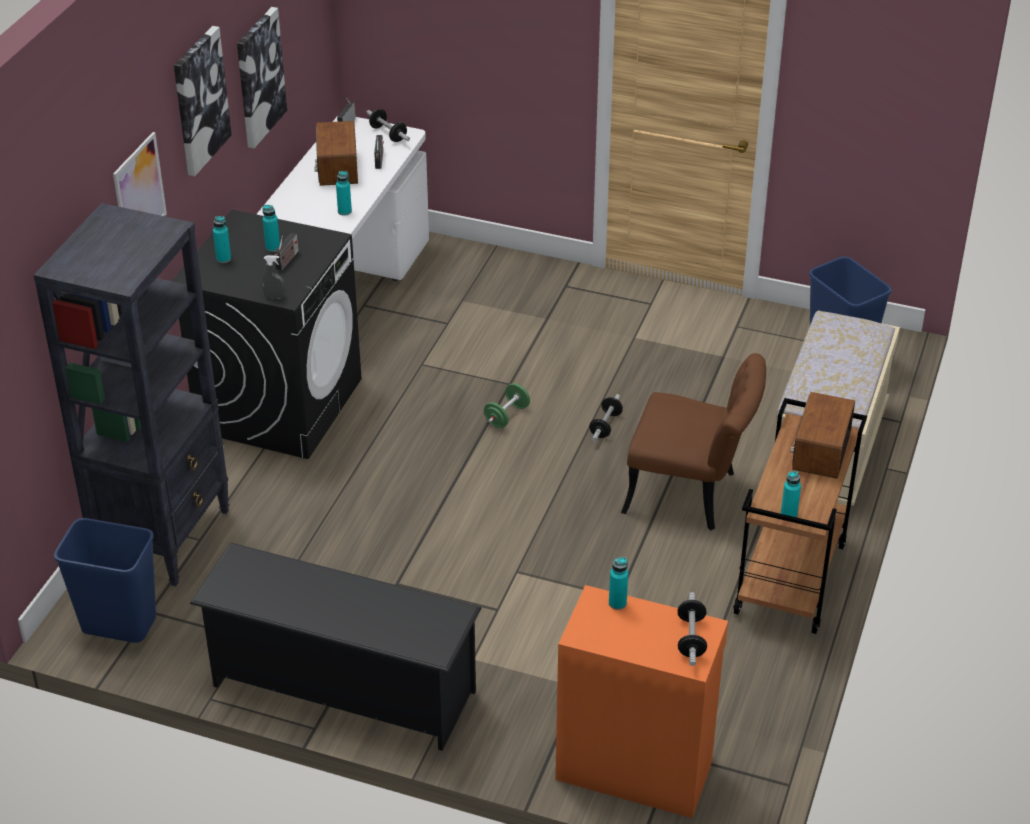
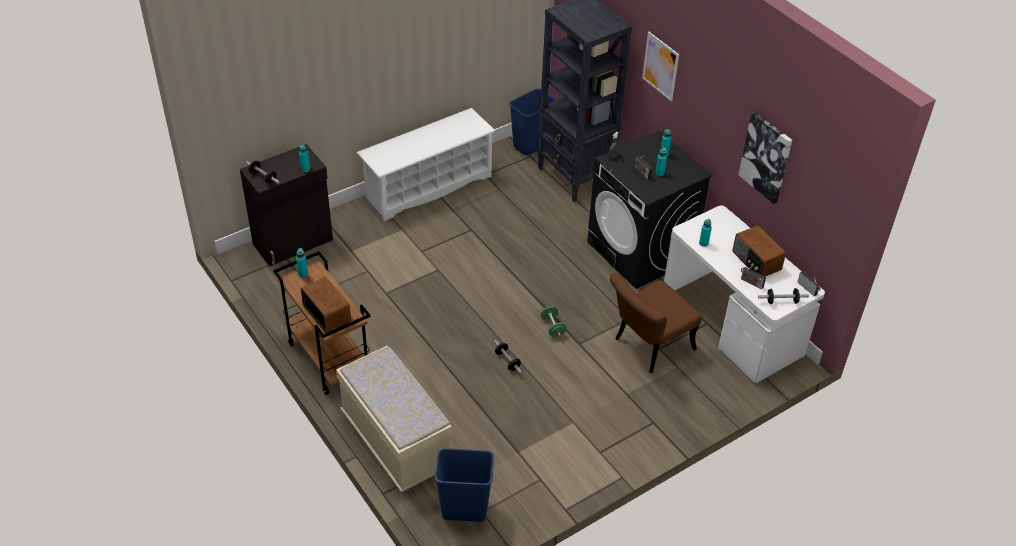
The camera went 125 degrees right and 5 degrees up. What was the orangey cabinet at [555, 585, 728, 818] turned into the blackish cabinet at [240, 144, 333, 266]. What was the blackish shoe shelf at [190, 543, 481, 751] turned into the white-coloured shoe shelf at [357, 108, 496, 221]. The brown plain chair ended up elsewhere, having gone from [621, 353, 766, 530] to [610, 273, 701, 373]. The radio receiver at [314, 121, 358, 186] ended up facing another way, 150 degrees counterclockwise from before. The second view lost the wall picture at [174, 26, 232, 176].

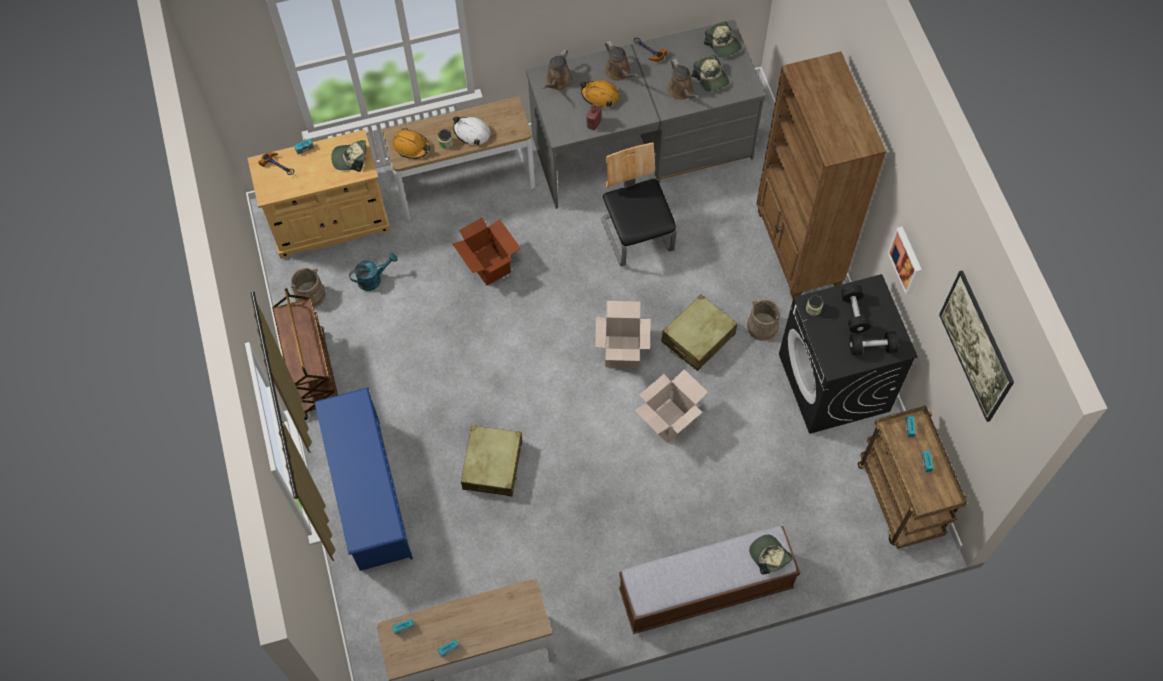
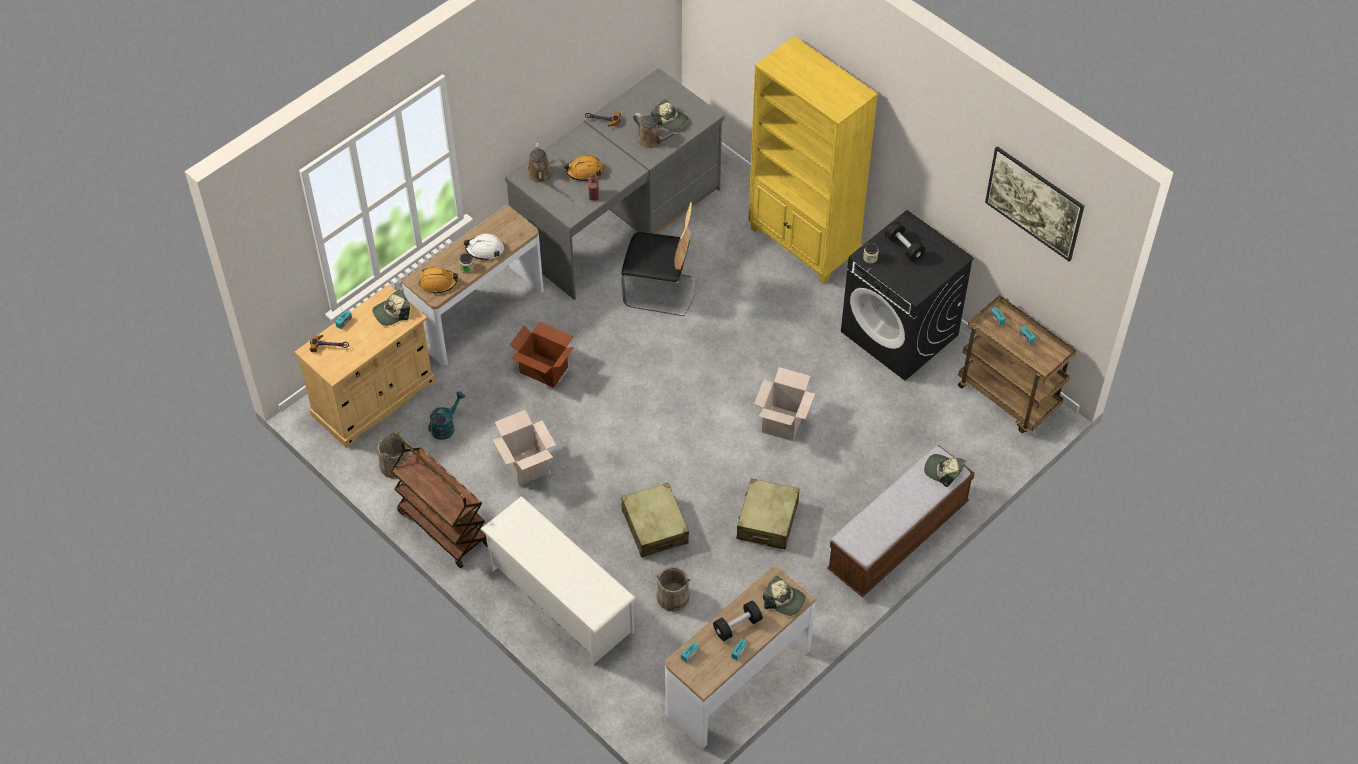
The camera went 30 degrees left and 10 degrees down. What was the blue shoe shelf at [314, 388, 413, 571] turned into the white-coloured shoe shelf at [481, 496, 635, 665]. The packing box ended up elsewhere, having gone from [595, 301, 651, 368] to [492, 410, 556, 486]. The plain chair at [601, 142, 676, 267] ended up facing another way, 150 degrees clockwise from before. The beige-coloured water bucket ended up elsewhere, having gone from [747, 300, 780, 341] to [656, 567, 690, 612]. The blackish dumbbell ended up elsewhere, having gone from [849, 331, 898, 355] to [713, 601, 763, 641]. The beige-coloured piece of luggage ended up elsewhere, having gone from [661, 295, 738, 371] to [737, 479, 799, 550]. What was the brown bookcase at [756, 51, 886, 299] turned into the yellow bookcase at [748, 36, 878, 284]. The cap ended up elsewhere, having gone from [704, 21, 742, 58] to [763, 576, 806, 616]. The second view lost the brown sprinkling can at [604, 41, 639, 81]. The second view lost the wall picture at [888, 227, 922, 295].

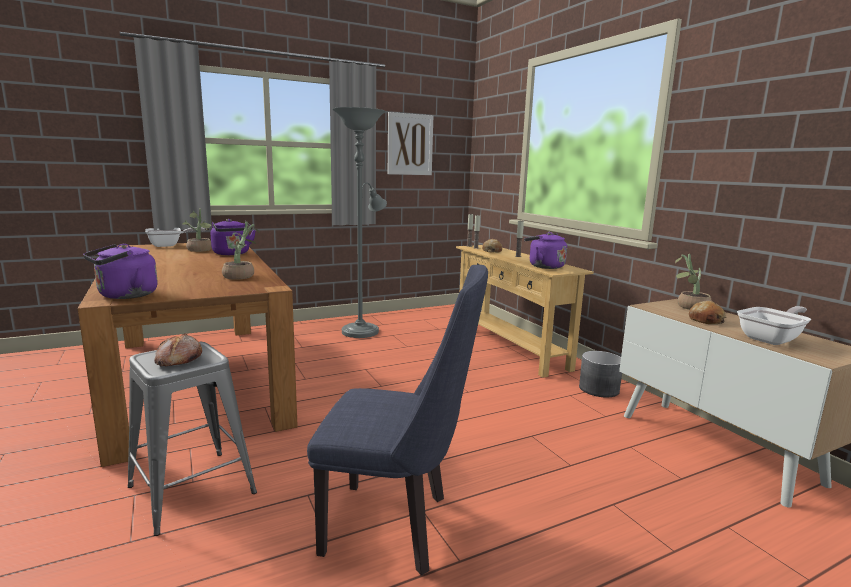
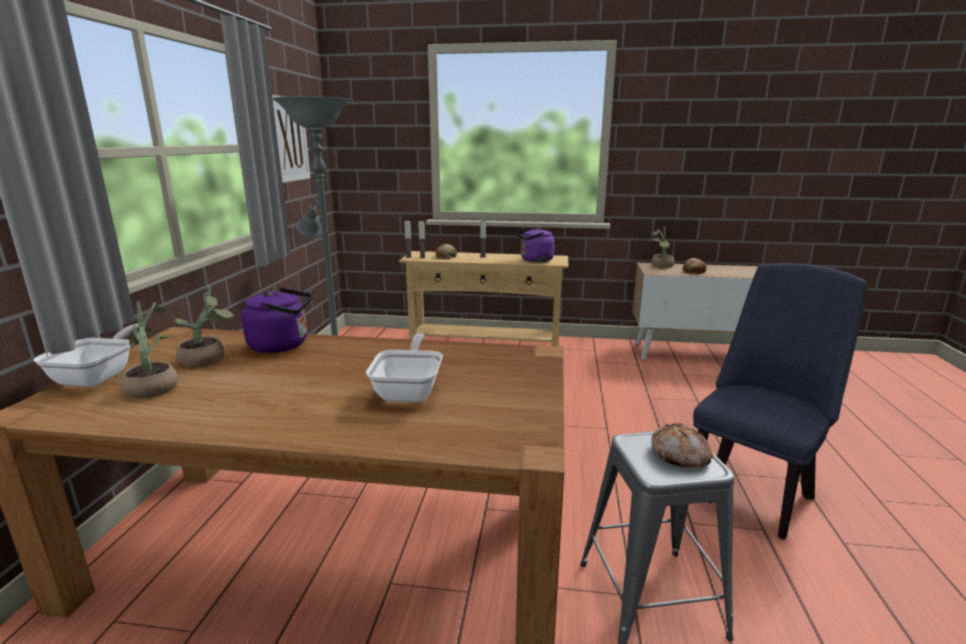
The camera went 55 degrees left and 5 degrees up. The houseplant ended up elsewhere, having gone from [222, 222, 260, 280] to [121, 301, 178, 399]. The frying pan ended up elsewhere, having gone from [737, 306, 811, 345] to [366, 334, 443, 402]. The second view lost the purple kettle at [83, 244, 158, 299]. The second view lost the greyish planter at [579, 351, 622, 397].

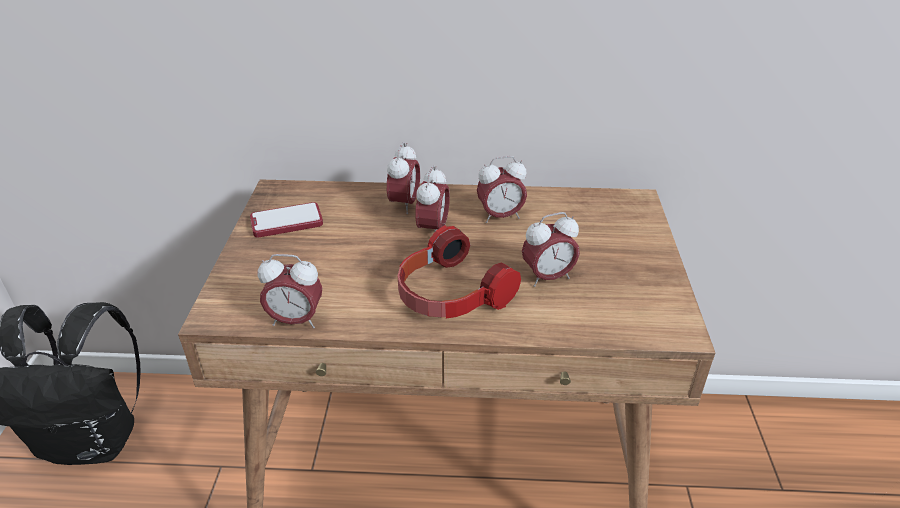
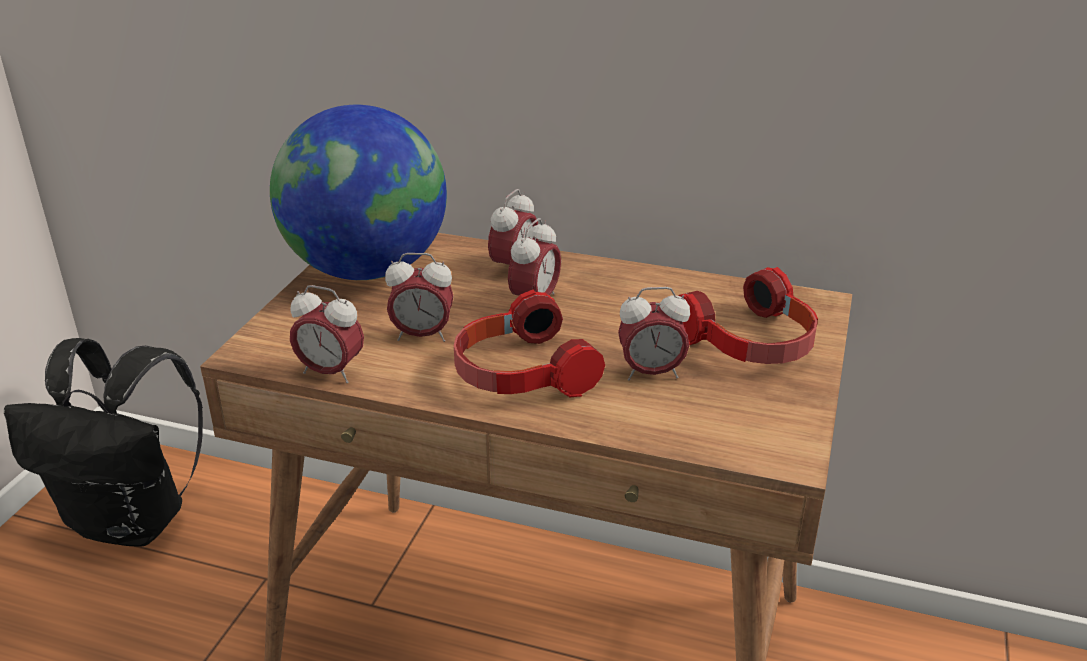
The camera went 15 degrees right and 5 degrees down. Where the phone stood at [250, 202, 323, 238], the world globe came to stand at [270, 105, 447, 280]. The table clock ended up elsewhere, having gone from [477, 156, 527, 223] to [385, 253, 453, 342]. The second view gained the pair of headphones at [678, 267, 818, 364].

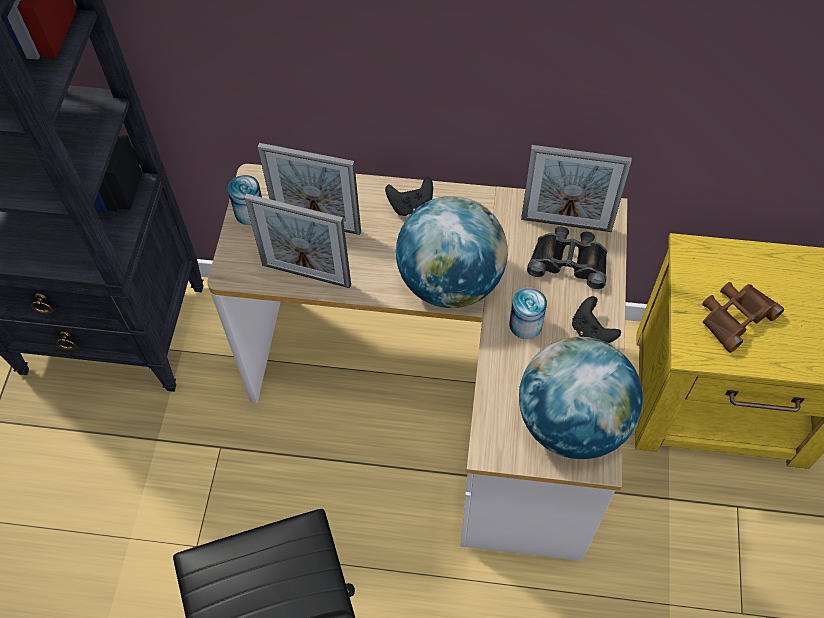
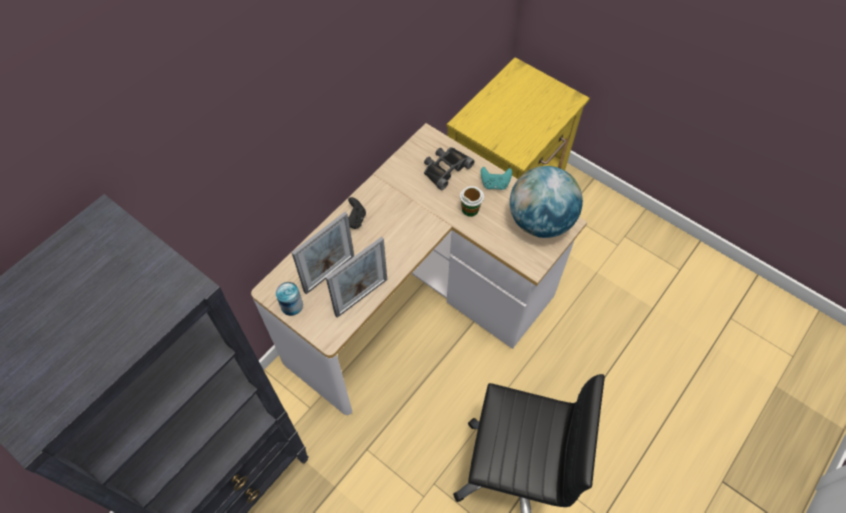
The camera went 60 degrees left and 0 degrees up. Where the metal can stood at [509, 288, 547, 339], the cup came to stand at [460, 186, 484, 217]. What was the blackish joypad at [572, 296, 621, 343] turned into the turquoise joypad at [481, 167, 512, 190]. The second view lost the world globe at [396, 196, 508, 308]. The second view lost the photo frame at [521, 145, 632, 232]. The second view lost the brown pair of binoculars at [702, 282, 784, 353].

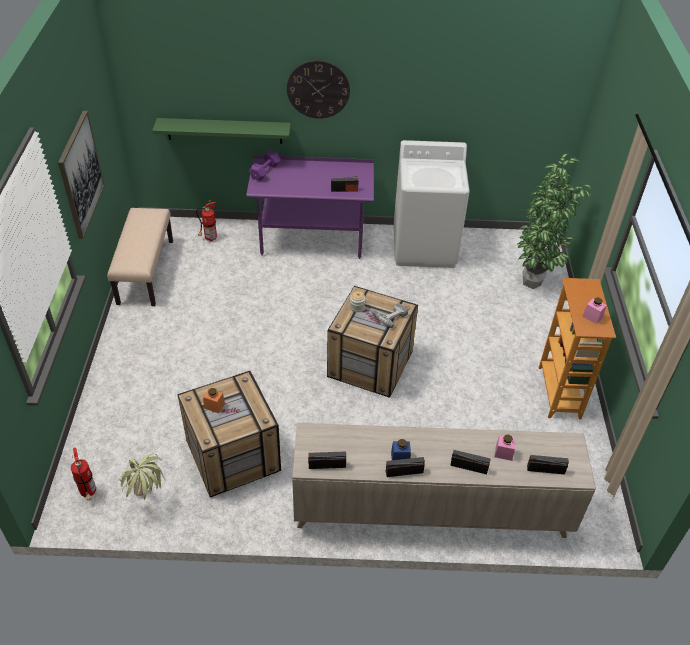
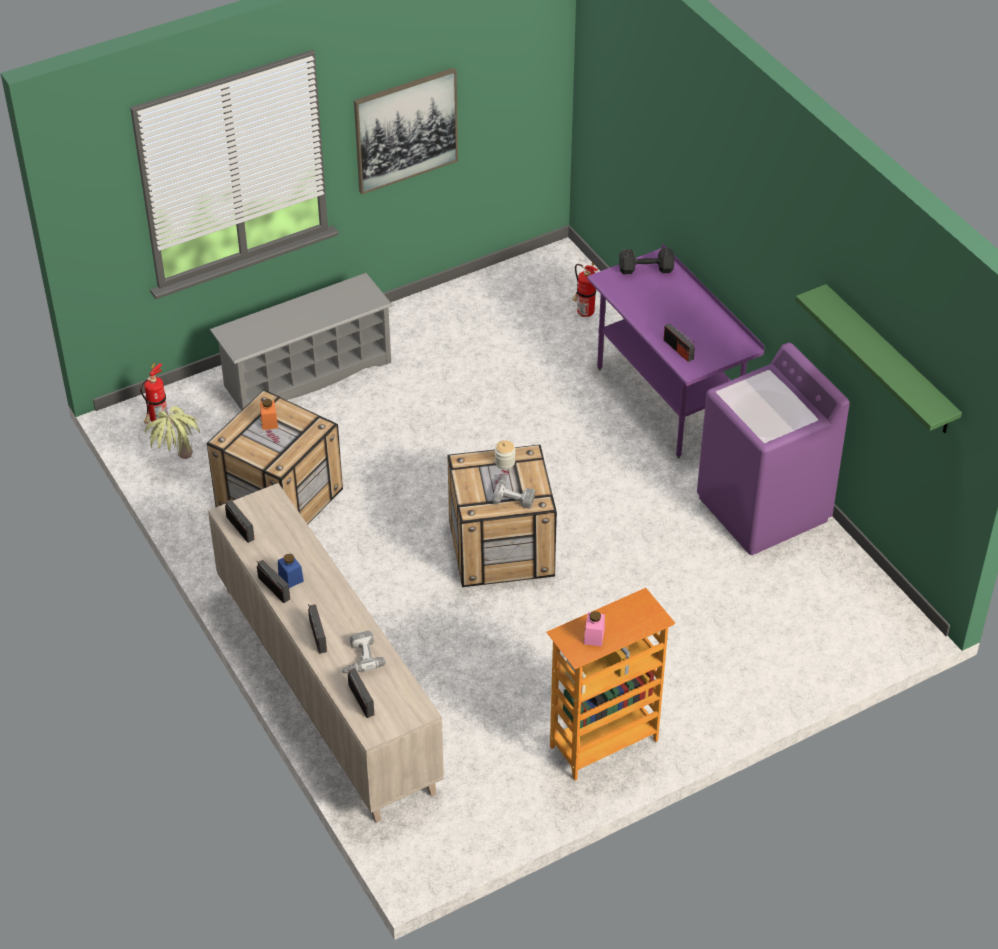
The camera went 60 degrees right and 0 degrees up. The second view gained the greyish shoe shelf at [210, 273, 393, 410]. Where the pink-coloured jar stood at [494, 435, 516, 461], the electric drill came to stand at [341, 631, 386, 673]. What was the purple dumbbell at [249, 150, 281, 181] turned into the blackish dumbbell at [619, 248, 674, 275]. What was the white-coloured laundry appliance at [394, 140, 470, 268] turned into the purple laundry appliance at [697, 343, 850, 555]. The greenish shelf ended up elsewhere, having gone from [152, 118, 291, 144] to [795, 284, 962, 433]. The second view lost the beige-coloured long seat at [107, 208, 173, 306]. The second view lost the hanging clock at [287, 60, 350, 119]. The second view lost the houseplant at [518, 154, 591, 289].

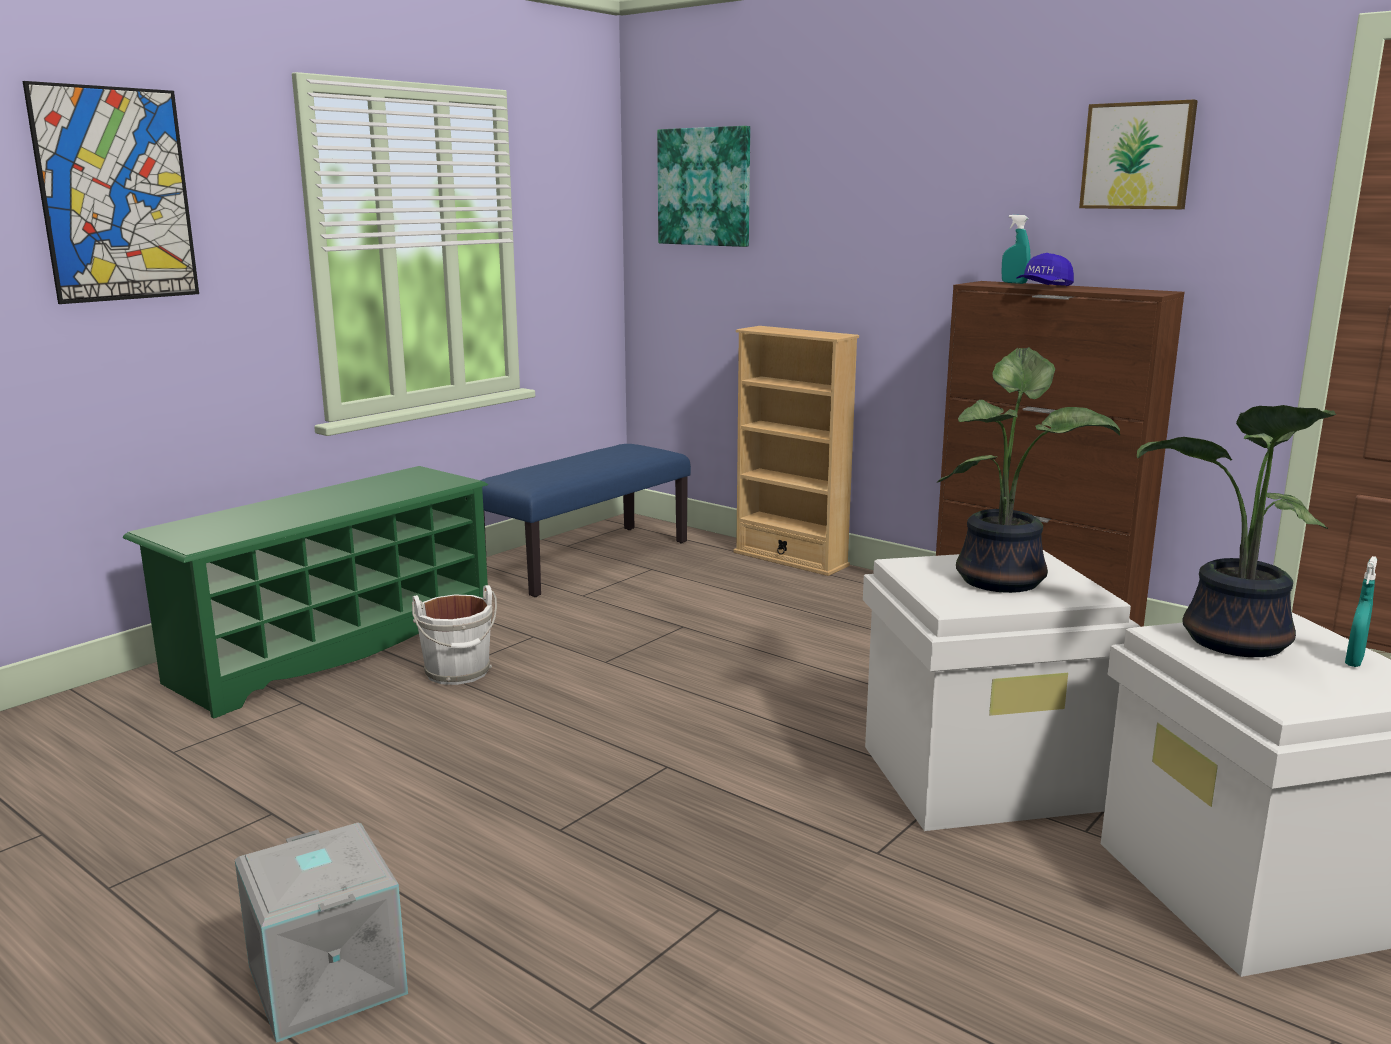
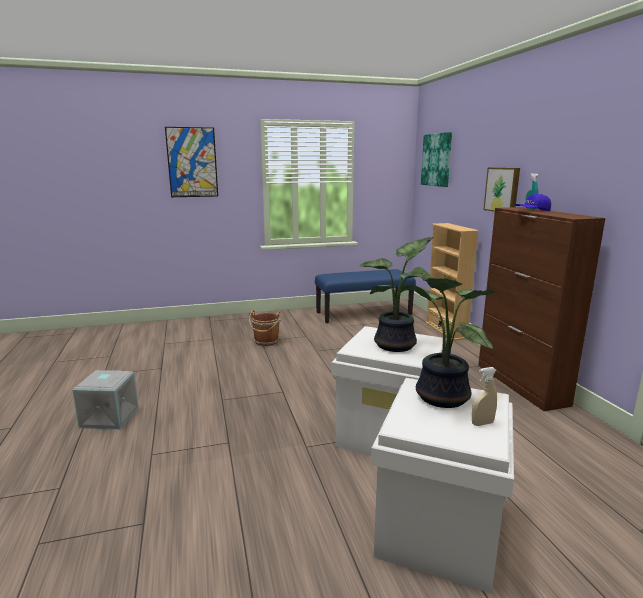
The camera went 35 degrees right and 0 degrees up. What was the white-coloured water bucket at [412, 585, 497, 685] turned into the brown water bucket at [249, 310, 281, 346]. What was the turquoise hand sprayer at [1345, 556, 1377, 667] turned into the beige-coloured hand sprayer at [472, 367, 497, 426]. The wall picture ended up elsewhere, having gone from [1079, 99, 1198, 209] to [483, 168, 520, 212]. The second view lost the greenish shoe shelf at [123, 466, 488, 719].

